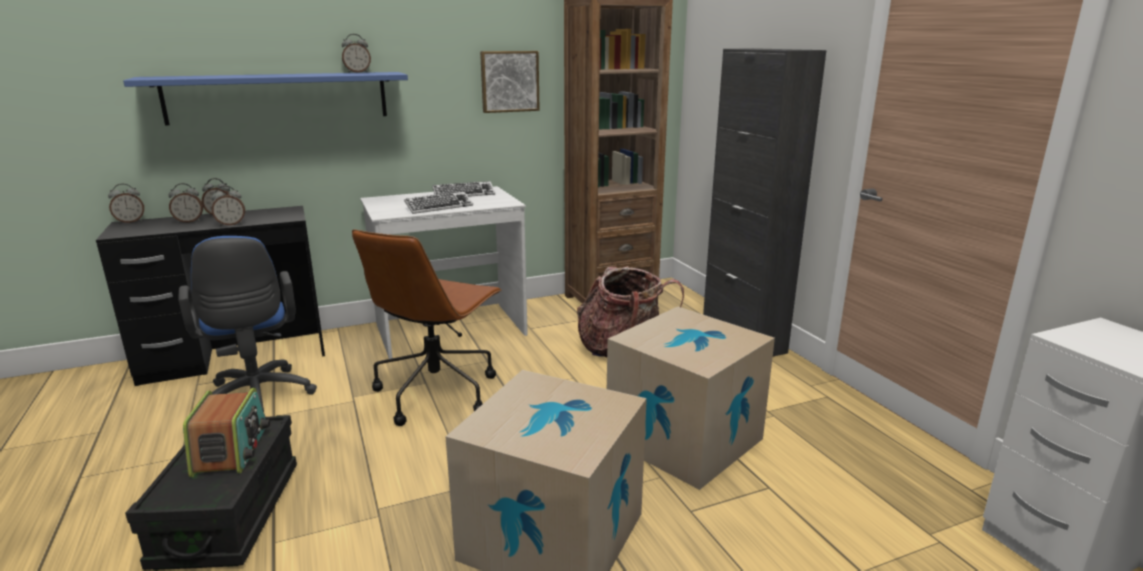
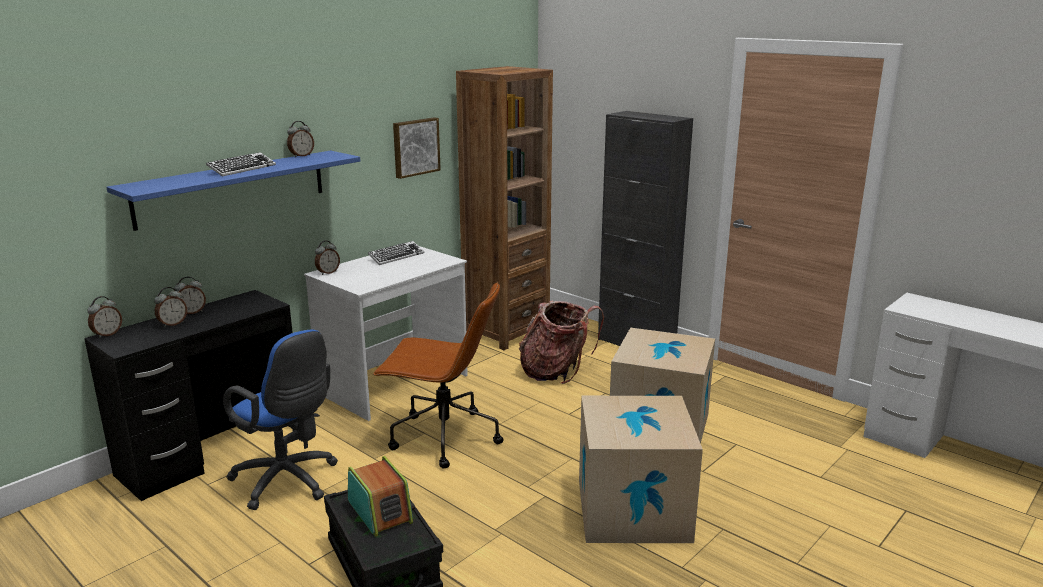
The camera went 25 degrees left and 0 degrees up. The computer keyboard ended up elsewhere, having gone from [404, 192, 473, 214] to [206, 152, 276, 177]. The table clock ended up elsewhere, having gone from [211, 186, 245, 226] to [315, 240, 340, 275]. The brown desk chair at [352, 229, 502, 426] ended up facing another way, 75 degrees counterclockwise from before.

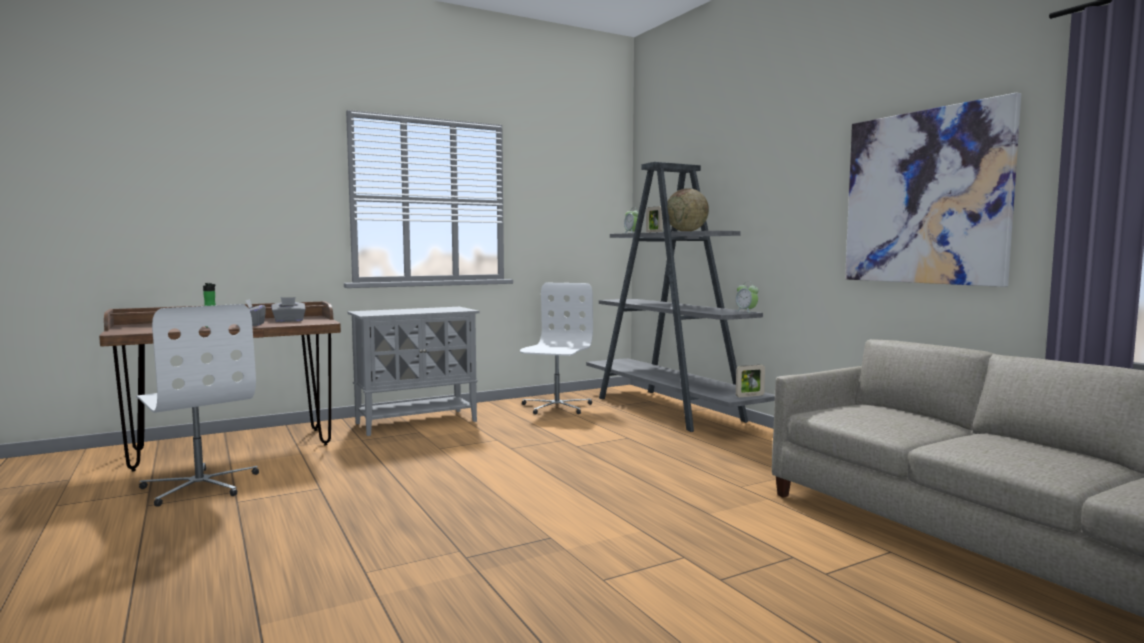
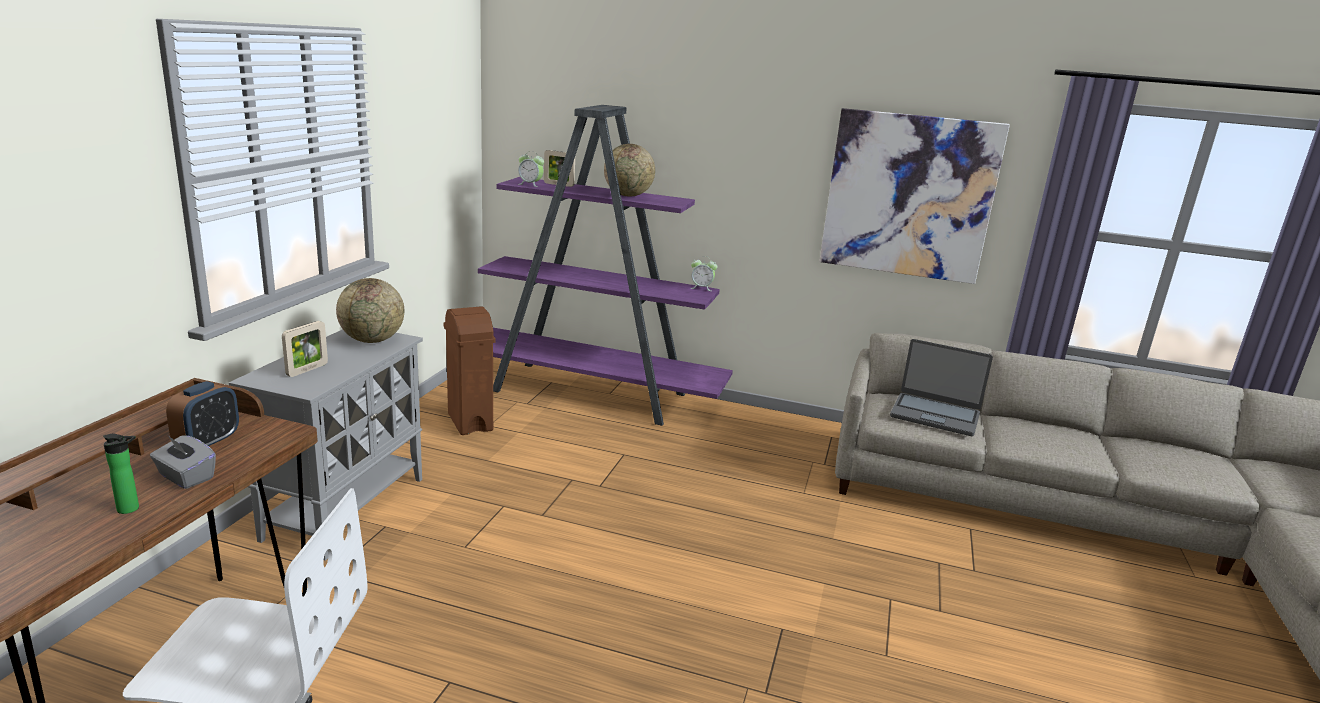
The camera went 45 degrees left and 15 degrees up. Where the greyish tissue box stood at [271, 297, 306, 322], the table clock came to stand at [166, 381, 239, 448]. The photo frame ended up elsewhere, having gone from [736, 365, 765, 397] to [282, 321, 328, 377]. The second view gained the world globe at [336, 278, 404, 343]. Where the white-coloured desk chair stood at [520, 283, 593, 414], the brown rubbish bin came to stand at [443, 307, 495, 435]. What was the greyish bookcase at [586, 162, 775, 432] turned into the purple bookcase at [478, 105, 733, 426]. The second view gained the laptop at [890, 339, 993, 436].

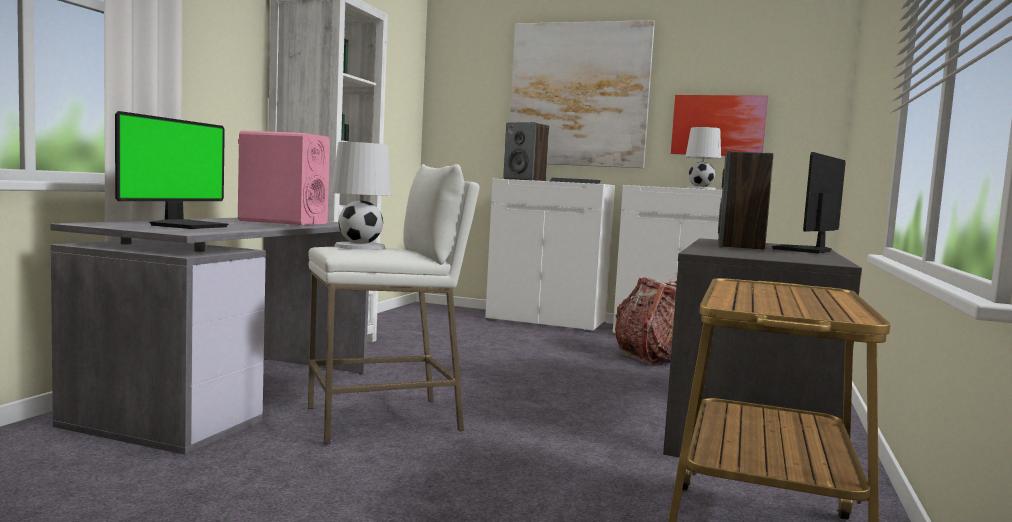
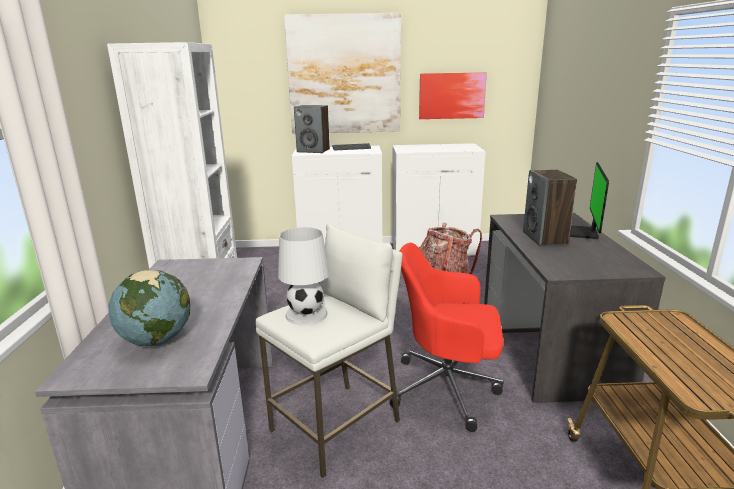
The camera went 20 degrees left and 15 degrees up. Where the computer display stood at [115, 111, 228, 229], the world globe came to stand at [108, 270, 191, 346]. The second view gained the red desk chair at [390, 243, 504, 432]. The second view lost the pink-coloured speaker at [238, 130, 330, 225]. The second view lost the white-coloured table lamp at [685, 127, 721, 190].

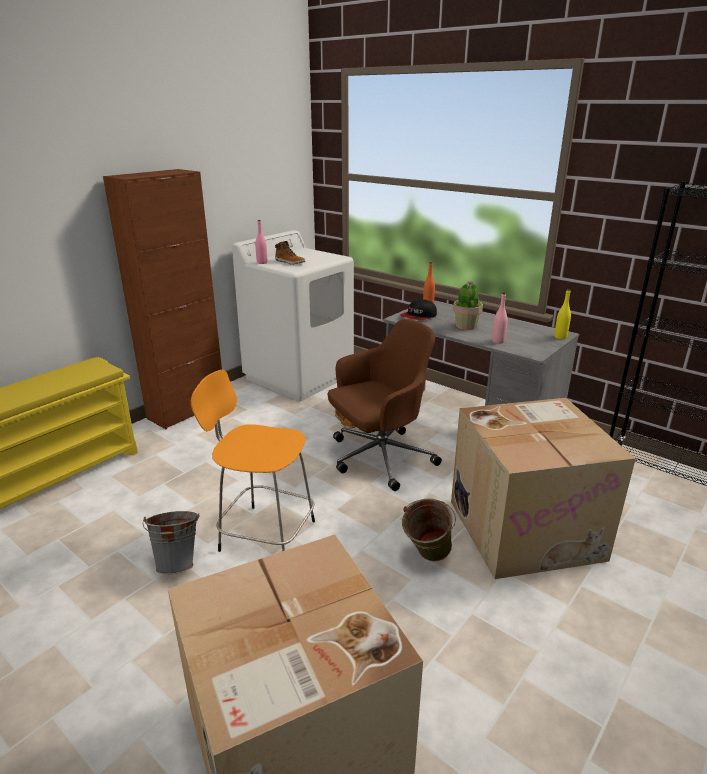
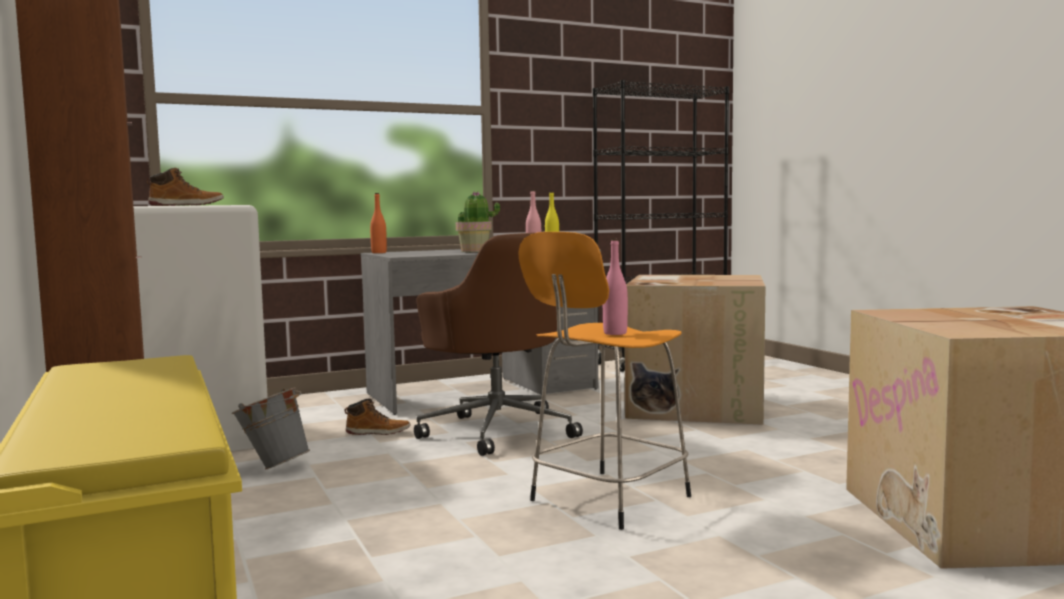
The camera went 65 degrees left and 20 degrees down. The greyish water bucket ended up elsewhere, having gone from [143, 511, 200, 574] to [232, 387, 310, 470]. The brown desk chair at [328, 319, 442, 491] ended up facing another way, 150 degrees clockwise from before. The pink-coloured bottle ended up elsewhere, having gone from [255, 220, 267, 264] to [603, 239, 628, 335]. The second view lost the cap at [400, 299, 437, 320]. The second view lost the greenish water bucket at [402, 498, 456, 562].

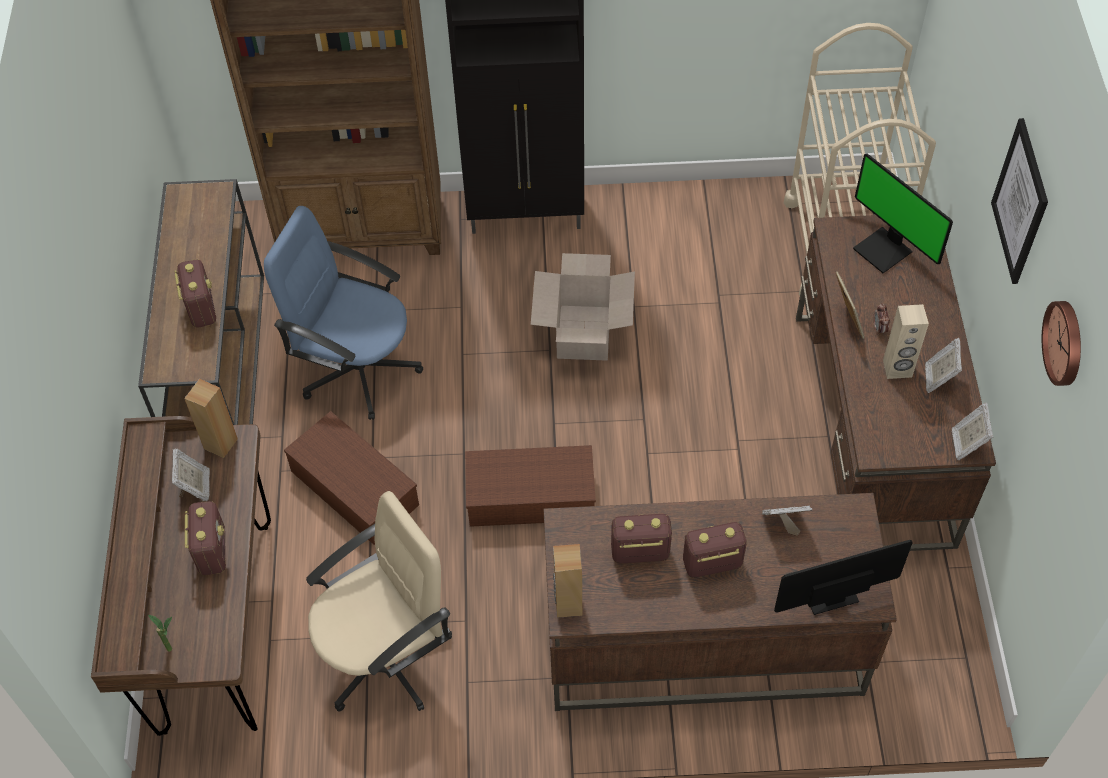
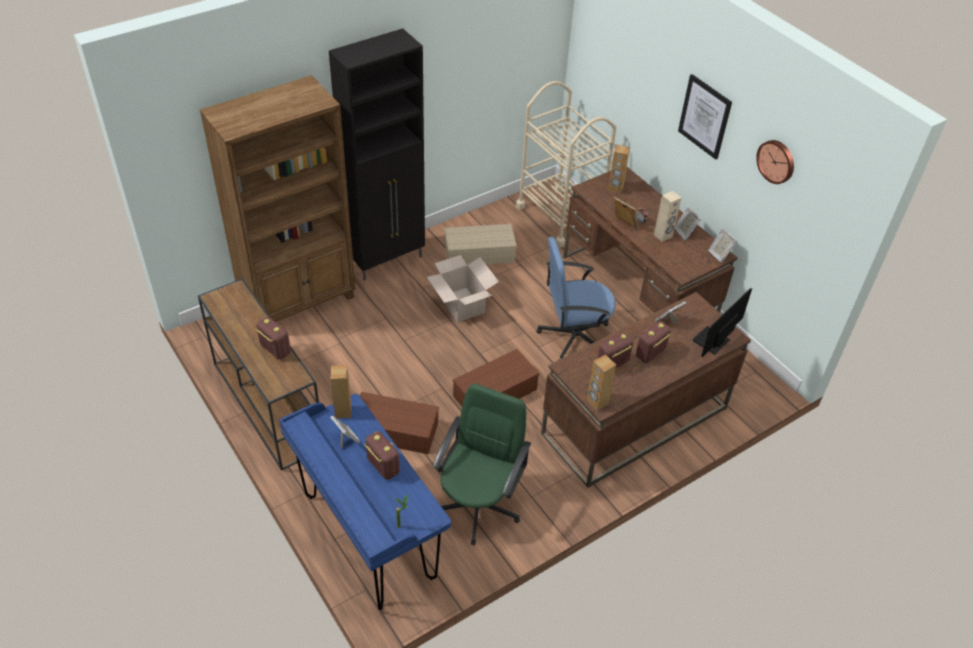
The camera went 35 degrees left and 10 degrees down. What was the brown desk unit at [91, 416, 271, 736] turned into the blue desk unit at [279, 394, 451, 610]. What was the beige-coloured desk chair at [306, 491, 452, 712] turned into the greenish desk chair at [433, 384, 531, 546]. The second view gained the beige-coloured storage container at [445, 224, 517, 265]. The blue desk chair ended up elsewhere, having gone from [264, 206, 423, 420] to [536, 237, 616, 360]. Where the computer display stood at [853, 153, 953, 273], the brown speaker came to stand at [608, 144, 630, 194].

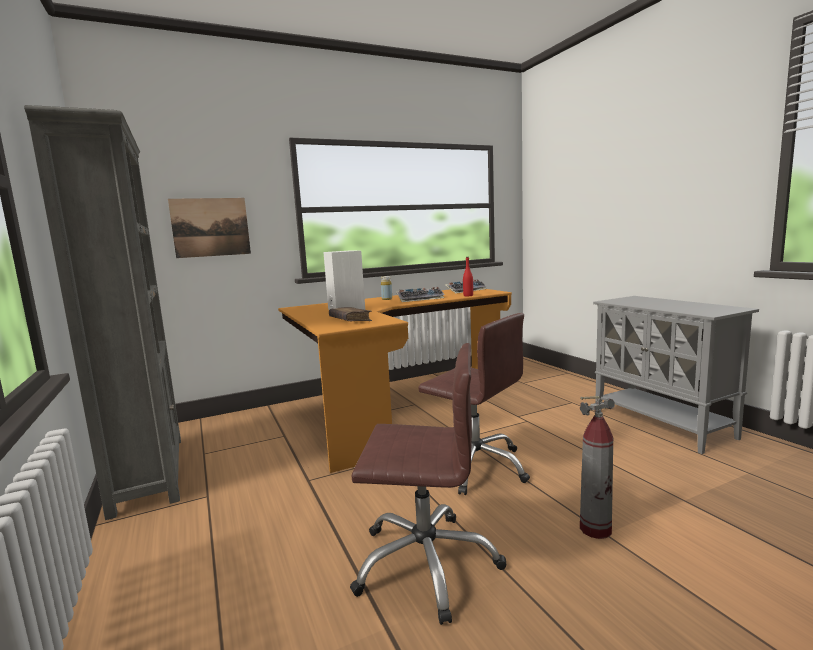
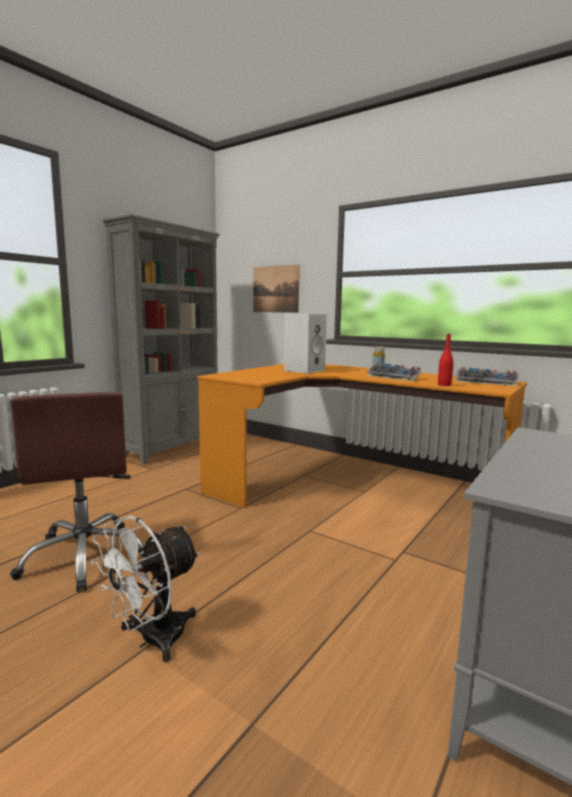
The camera went 60 degrees right and 0 degrees up. Where the extinguisher stood at [580, 396, 615, 539], the white-coloured fan came to stand at [91, 515, 200, 662]. The second view lost the brown book at [329, 307, 372, 321]. The second view lost the brown desk chair at [418, 313, 530, 495].

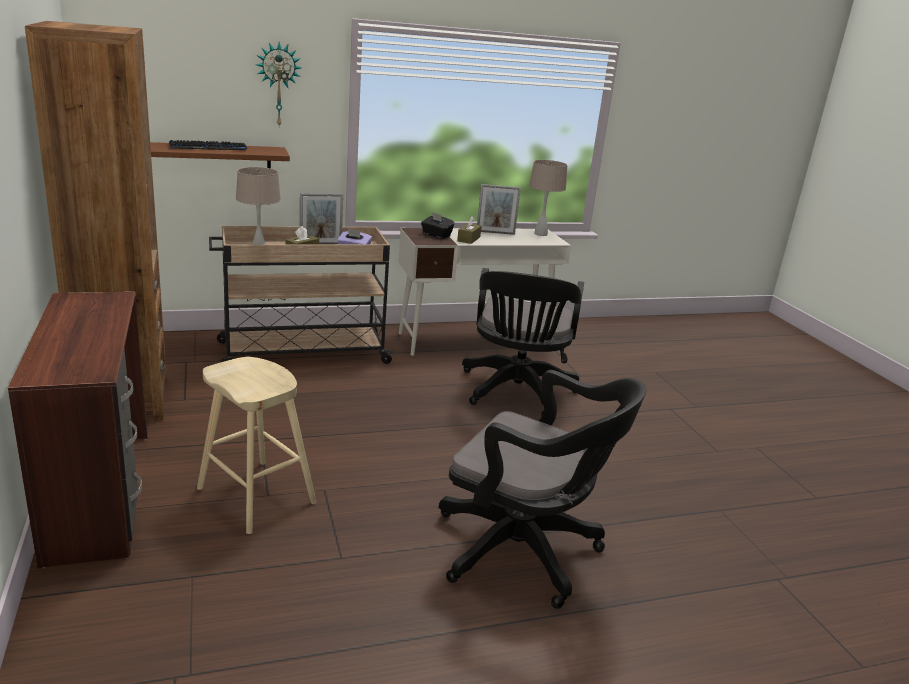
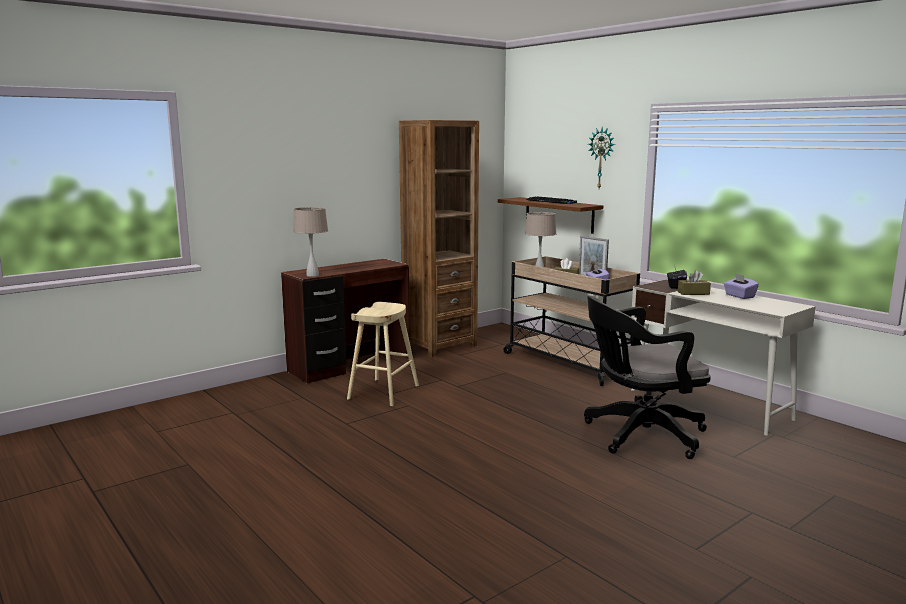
The camera went 70 degrees right and 10 degrees down. The beige-coloured table lamp ended up elsewhere, having gone from [529, 160, 568, 236] to [293, 207, 328, 277]. Where the photo frame stood at [477, 184, 521, 235], the purple tissue box came to stand at [724, 273, 759, 299]. The second view lost the blackish desk chair at [439, 370, 646, 609].

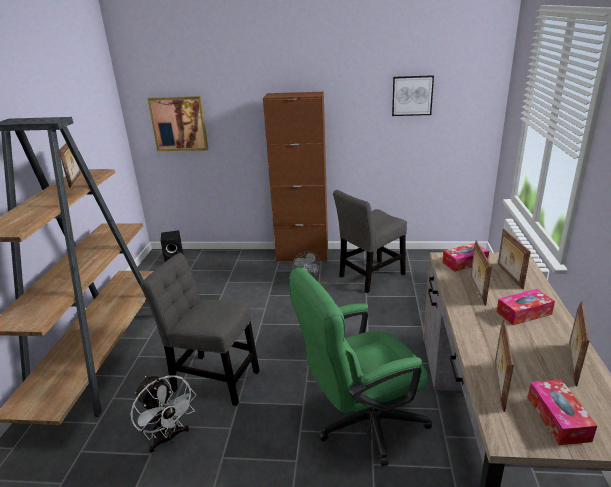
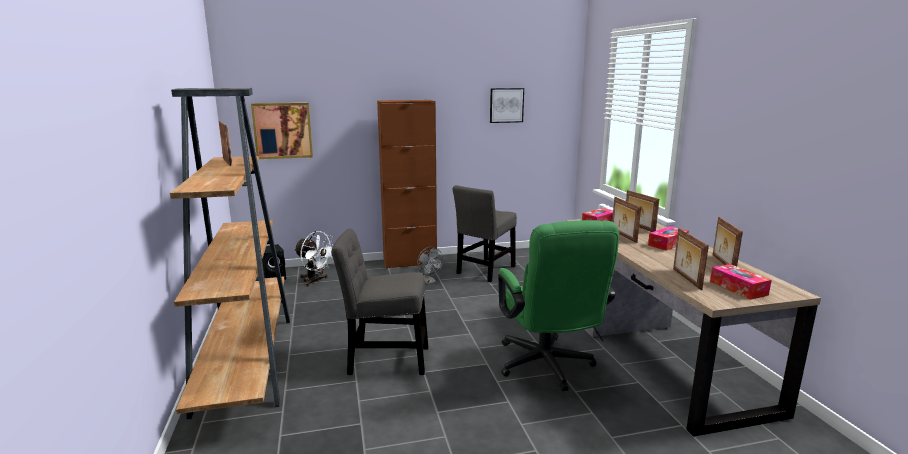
The camera went 20 degrees left and 10 degrees down. The white-coloured fan ended up elsewhere, having gone from [131, 375, 196, 453] to [294, 231, 333, 287]. The greenish desk chair at [289, 268, 432, 466] ended up facing another way, 60 degrees counterclockwise from before.

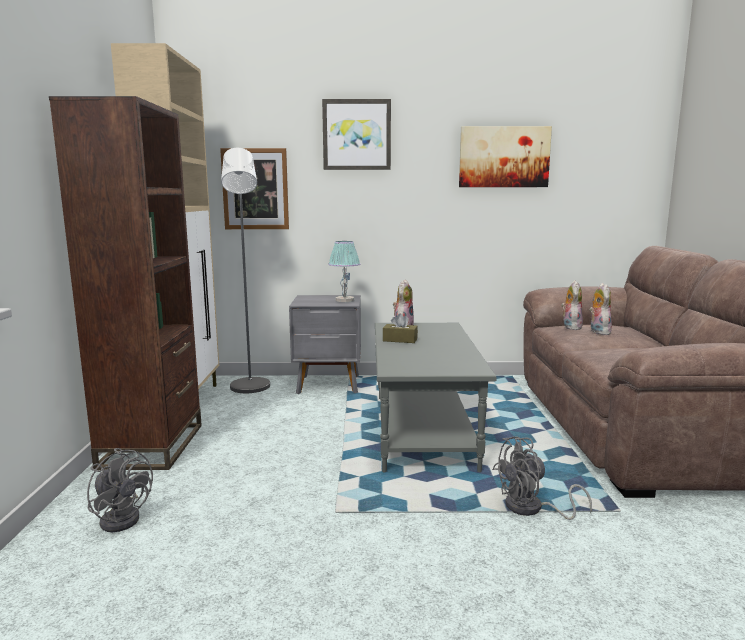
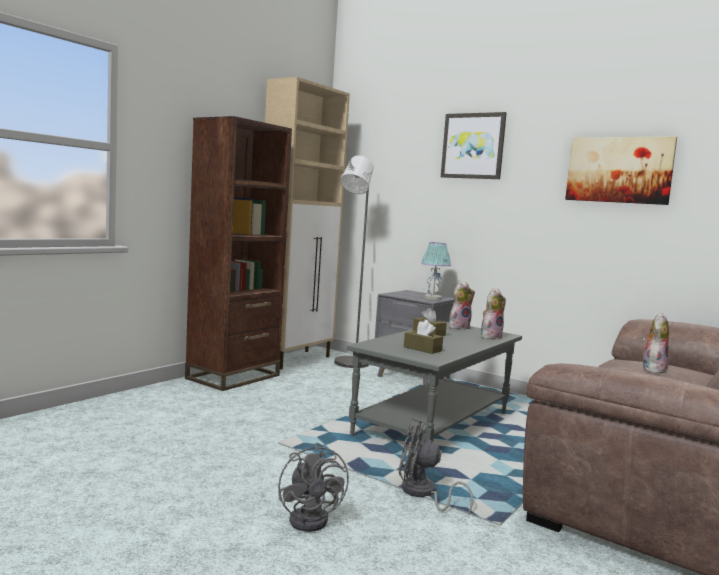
The camera went 35 degrees right and 5 degrees down. The greyish fan ended up elsewhere, having gone from [87, 448, 153, 532] to [278, 443, 349, 532]. The second view gained the brown tissue box at [404, 320, 443, 354]. The plush toy ended up elsewhere, having gone from [561, 281, 583, 330] to [481, 288, 506, 340]. The second view lost the wall picture at [220, 148, 289, 229].

